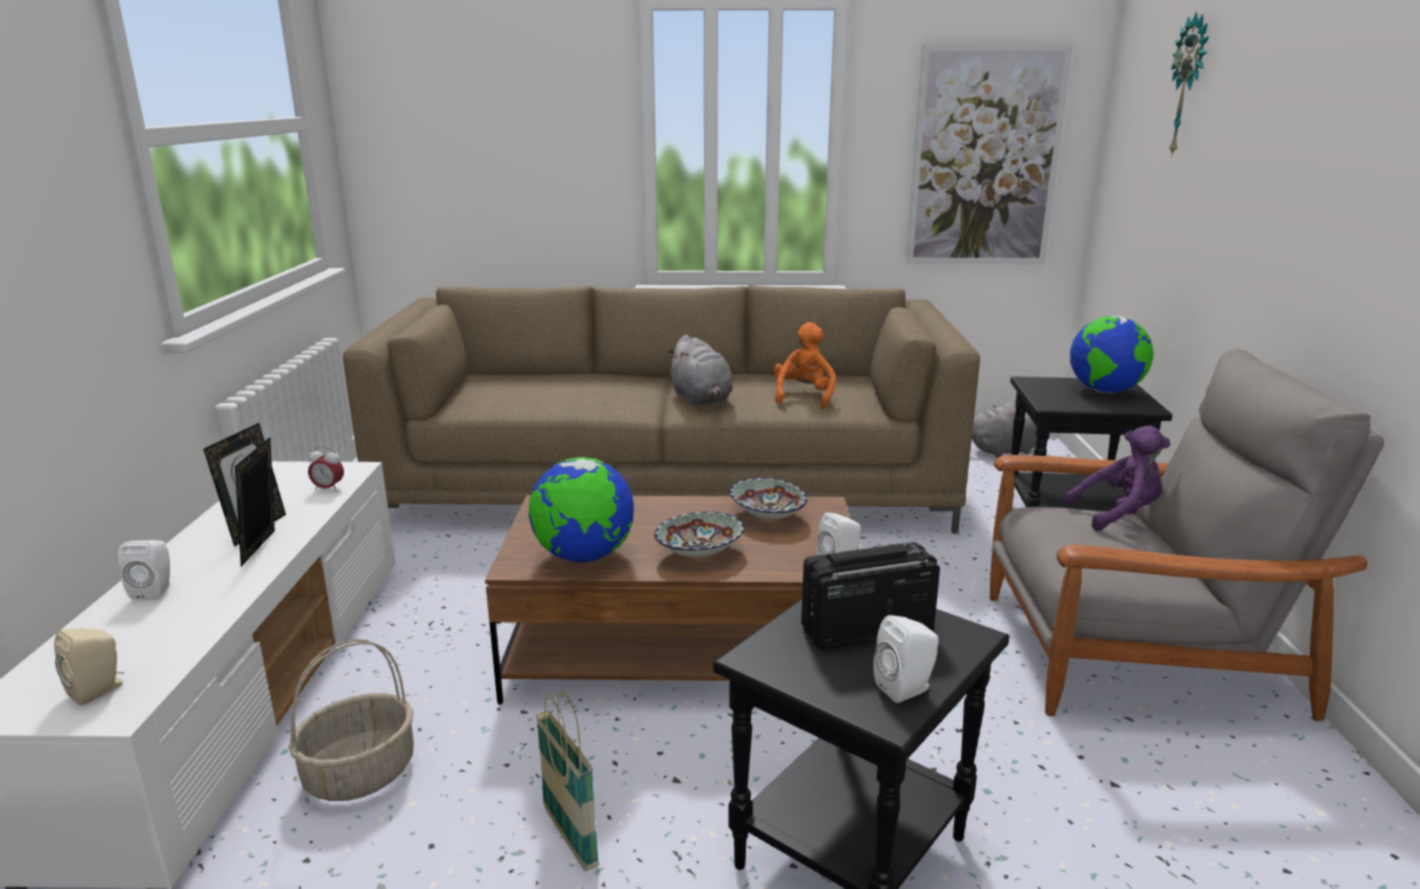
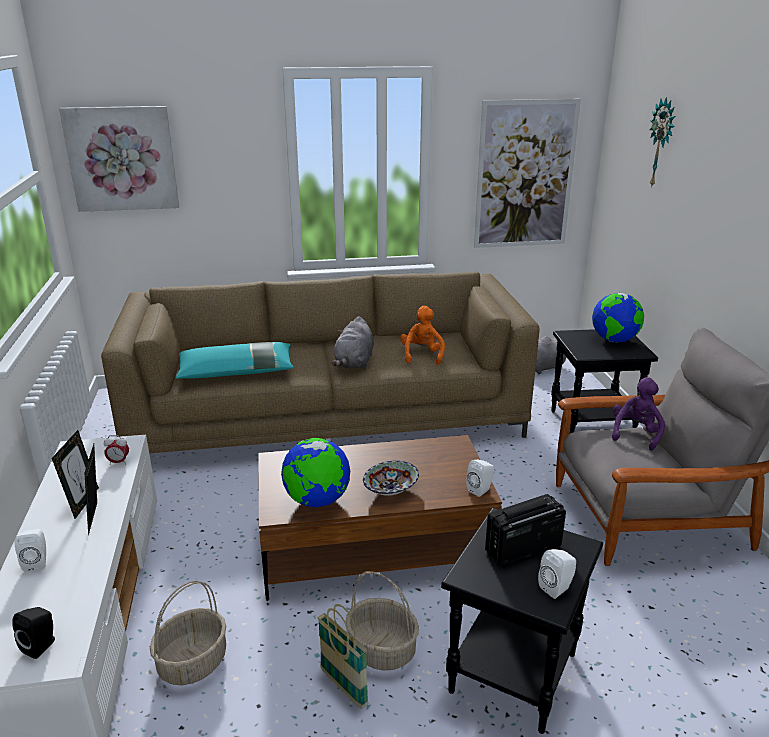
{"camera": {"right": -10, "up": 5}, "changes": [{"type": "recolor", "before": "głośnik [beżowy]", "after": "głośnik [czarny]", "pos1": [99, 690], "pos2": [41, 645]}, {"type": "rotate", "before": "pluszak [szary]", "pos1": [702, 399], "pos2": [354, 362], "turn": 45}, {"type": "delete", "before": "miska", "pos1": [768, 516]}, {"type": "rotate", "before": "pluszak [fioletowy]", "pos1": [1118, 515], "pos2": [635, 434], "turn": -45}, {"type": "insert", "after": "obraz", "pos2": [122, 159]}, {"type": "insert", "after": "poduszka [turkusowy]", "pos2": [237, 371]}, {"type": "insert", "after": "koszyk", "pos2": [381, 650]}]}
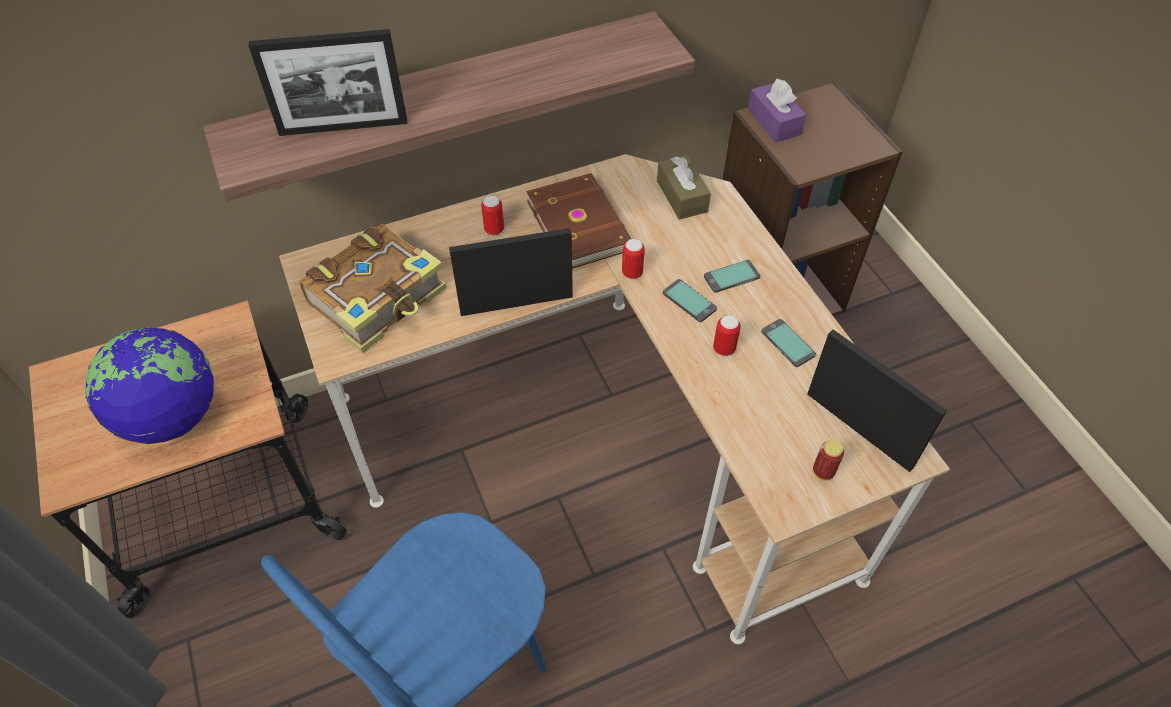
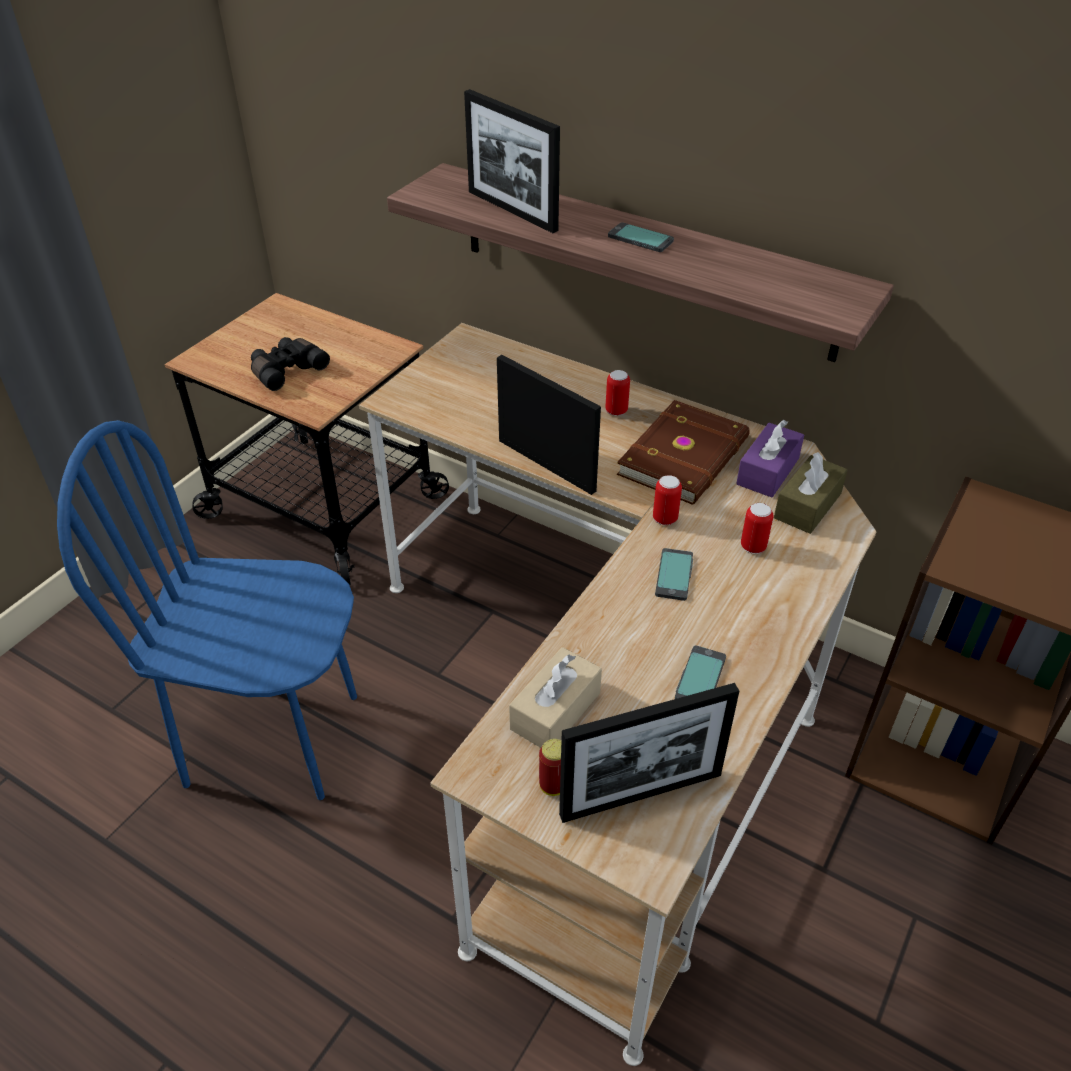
{"camera": {"right": 55, "up": -10}, "changes": [{"type": "replace", "before": "globus", "after": "lornetka [czarny]", "pos1": [172, 417], "pos2": [286, 370]}, {"type": "delete", "before": "książka", "pos1": [379, 298]}, {"type": "move", "before": "telefon", "pos1": [731, 277], "pos2": [640, 239]}, {"type": "move", "before": "puszka", "pos1": [724, 349], "pos2": [753, 547]}, {"type": "move", "before": "pudełko chusteczek [fioletowy]", "pos1": [774, 122], "pos2": [768, 471]}, {"type": "rotate", "before": "ramka na zdjęcie", "pos1": [859, 430], "pos2": [641, 794], "turn": 60}, {"type": "insert", "after": "pudełko chusteczek [beżowy]", "pos2": [555, 711]}]}
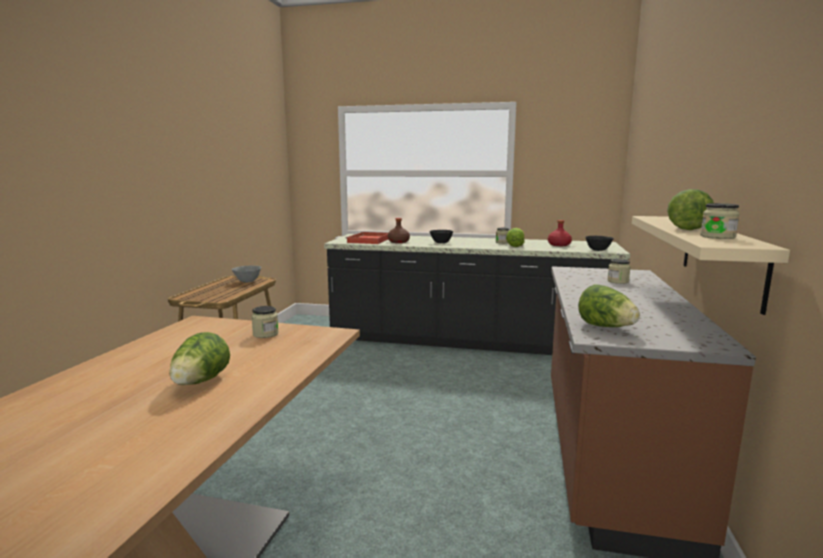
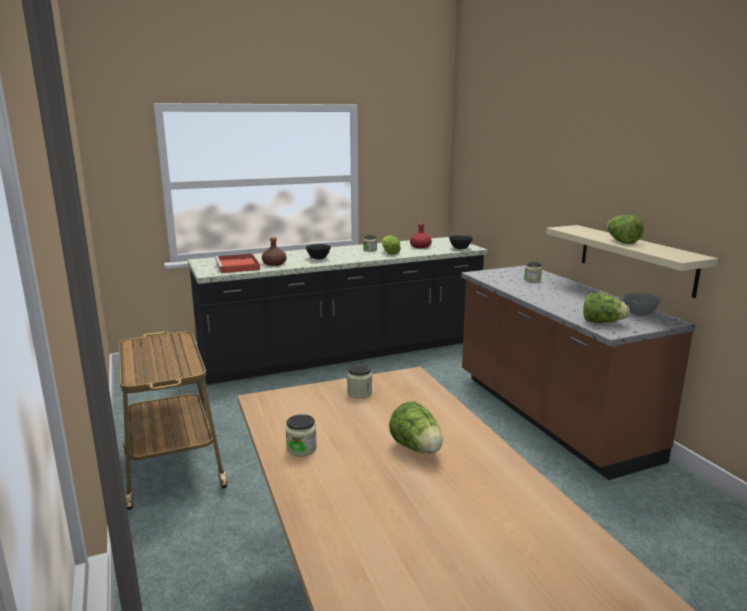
{"camera": {"right": -35, "up": 5}, "changes": [{"type": "move", "before": "miska [szary]", "pos1": [247, 282], "pos2": [639, 314]}, {"type": "move", "before": "słoik", "pos1": [717, 237], "pos2": [301, 449]}]}
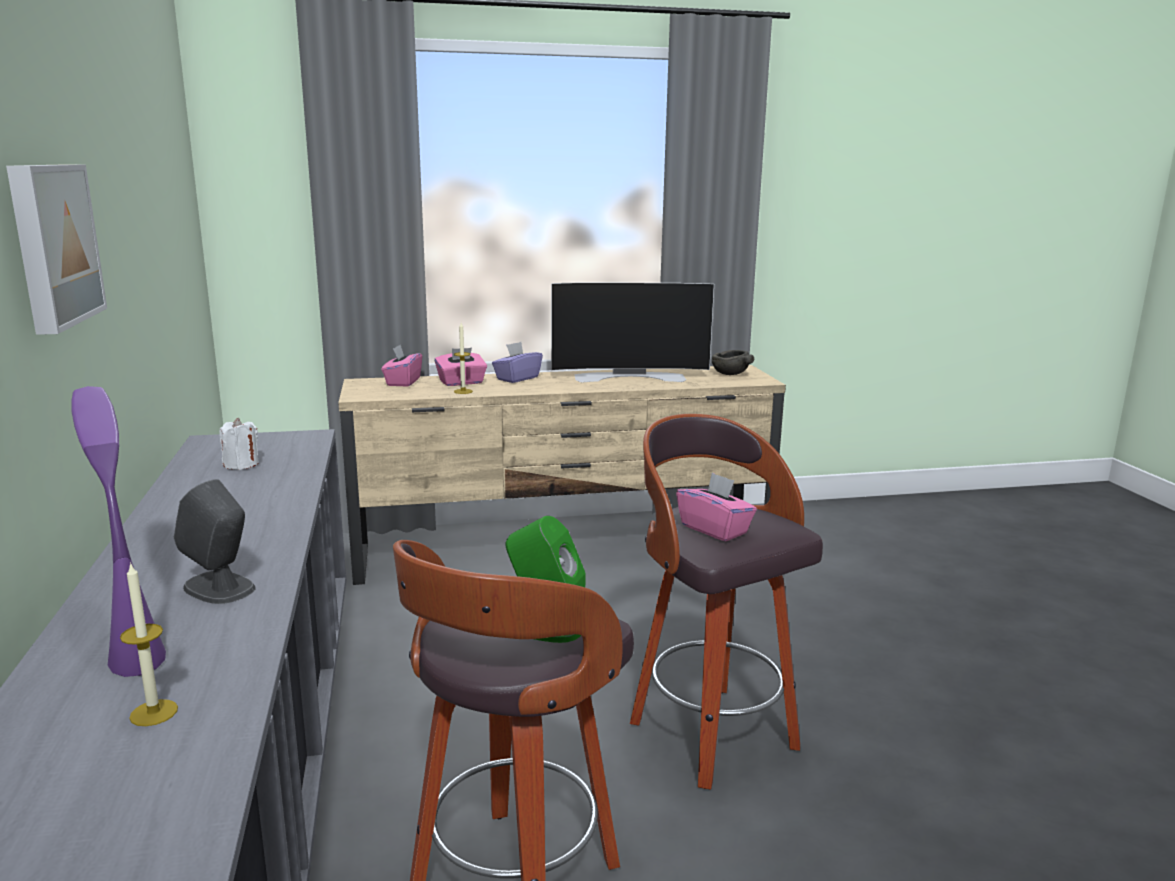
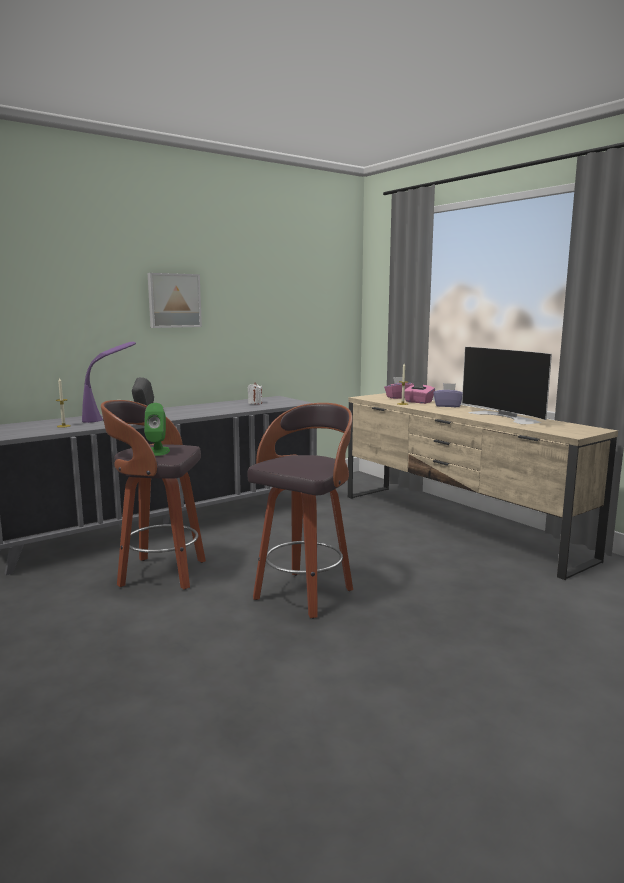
{"camera": {"right": 65, "up": -5}, "changes": [{"type": "delete", "before": "pudełko chusteczek [różowy]", "pos1": [715, 529]}, {"type": "delete", "before": "miska [szary]", "pos1": [730, 374]}]}
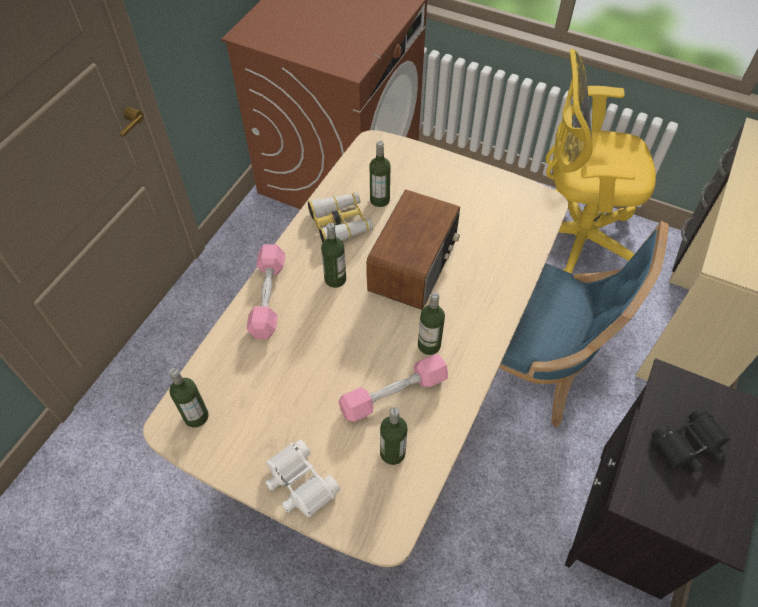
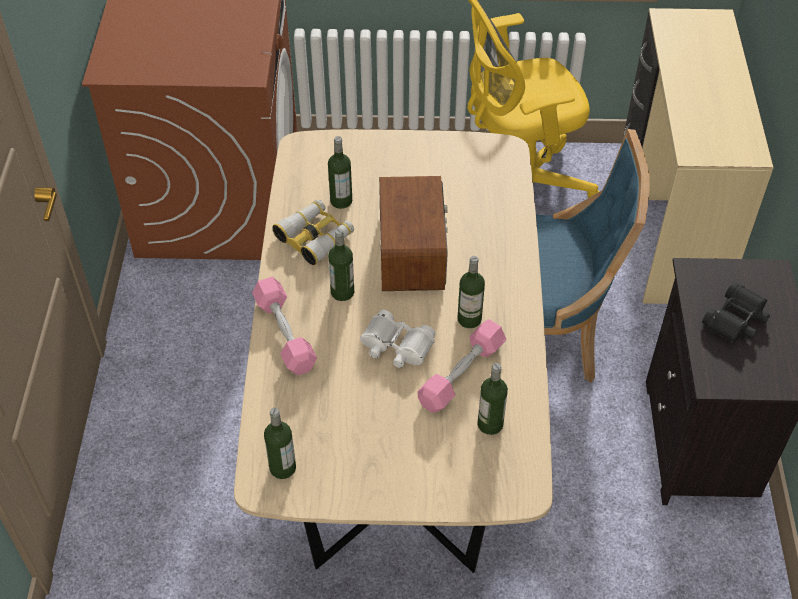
{"camera": {"right": -25, "up": -5}, "changes": [{"type": "move", "before": "lornetka [biały]", "pos1": [299, 483], "pos2": [396, 346]}]}
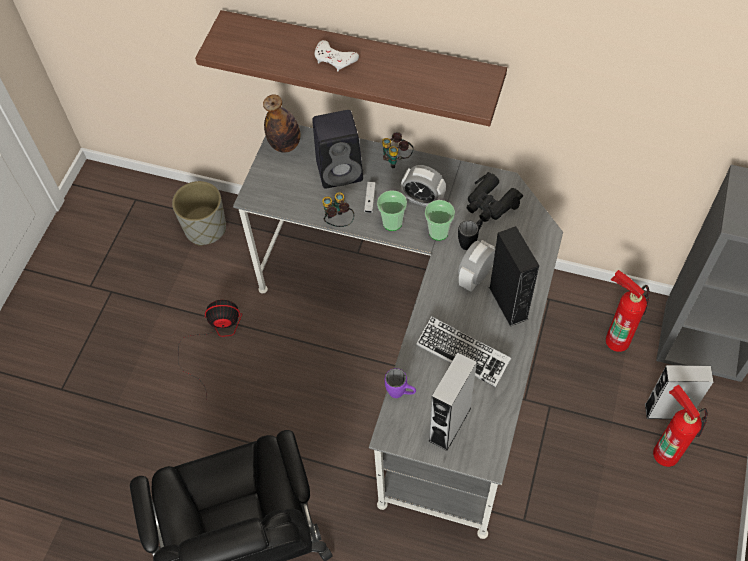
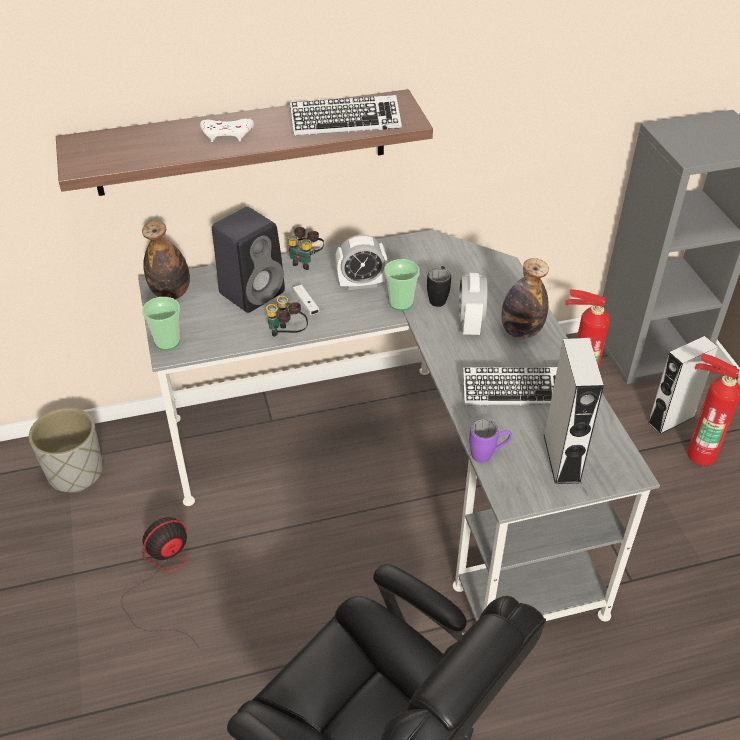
{"camera": {"right": -35, "up": -15}, "changes": [{"type": "move", "before": "filiżanka", "pos1": [392, 223], "pos2": [167, 342]}, {"type": "delete", "before": "lornetka [czarny]", "pos1": [490, 203]}, {"type": "replace", "before": "głośnik [czarny]", "after": "butelka", "pos1": [508, 303], "pos2": [521, 331]}, {"type": "insert", "after": "klawiatura", "pos2": [345, 122]}]}
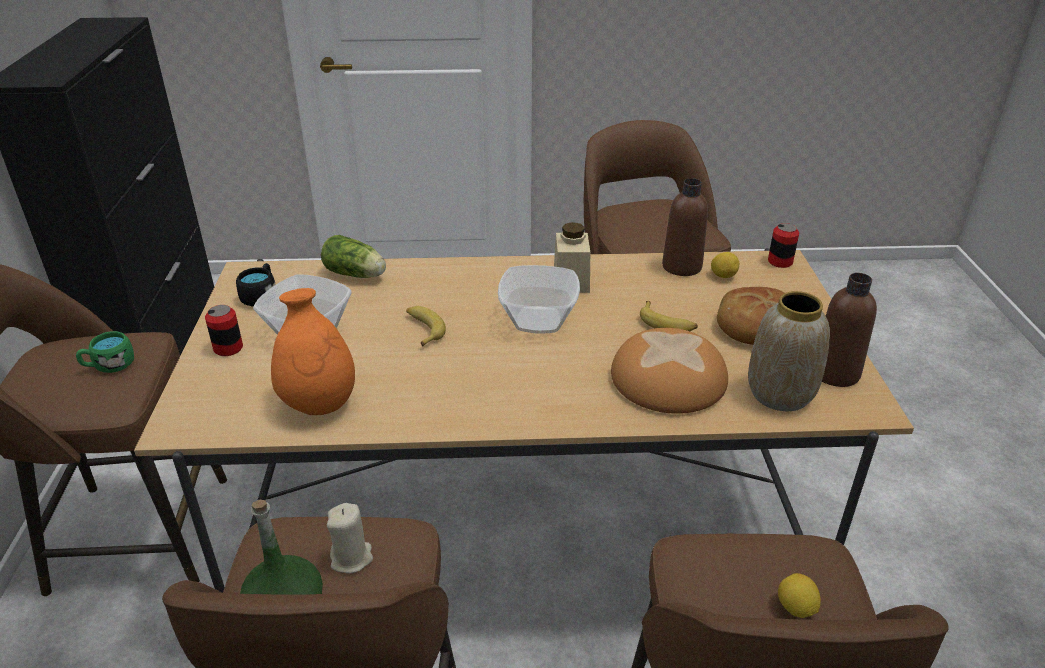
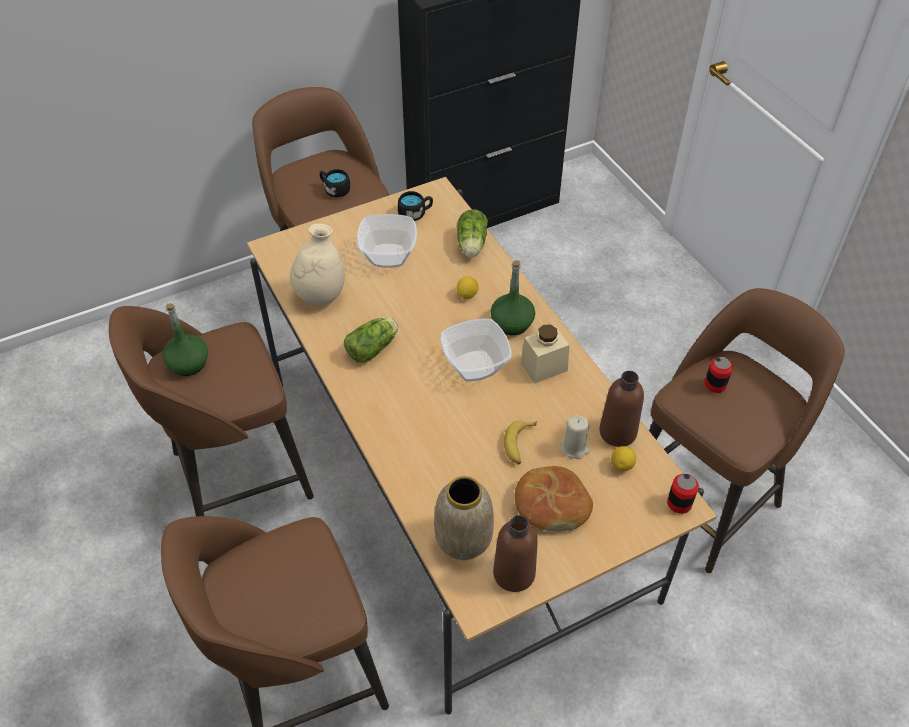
{"camera": {"right": 65, "up": 15}, "changes": [{"type": "recolor", "before": "kubek [zielony]", "after": "kubek [czarny]", "pos1": [109, 365], "pos2": [334, 189]}, {"type": "move", "before": "puszka", "pos1": [228, 348], "pos2": [715, 385]}, {"type": "recolor", "before": "wazon [pomarańczowy]", "after": "wazon [beżowy]", "pos1": [319, 404], "pos2": [320, 296]}, {"type": "move", "before": "świeca [beżowy]", "pos1": [352, 558], "pos2": [574, 448]}, {"type": "delete", "before": "banan", "pos1": [423, 329]}, {"type": "delete", "before": "chleb", "pos1": [667, 379]}, {"type": "move", "before": "cytryna", "pos1": [795, 608], "pos2": [467, 295]}, {"type": "insert", "after": "sałata", "pos2": [374, 347]}, {"type": "insert", "after": "butelka [zielony]", "pos2": [511, 323]}]}
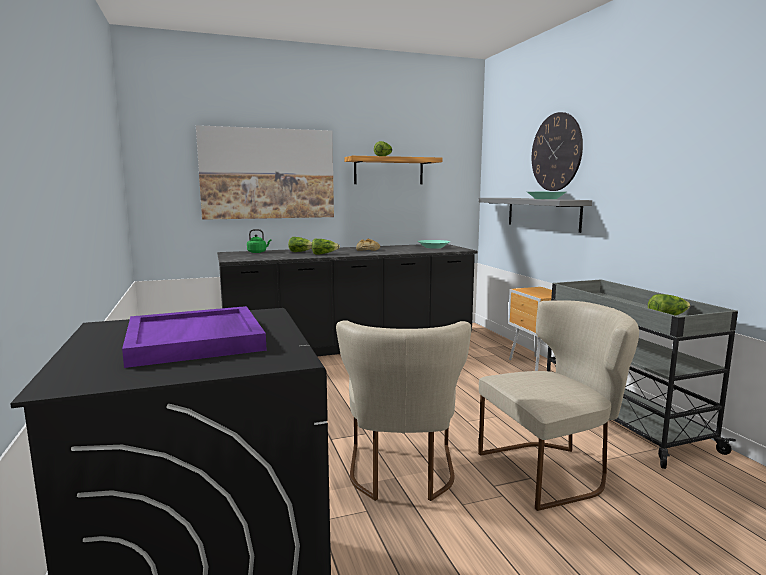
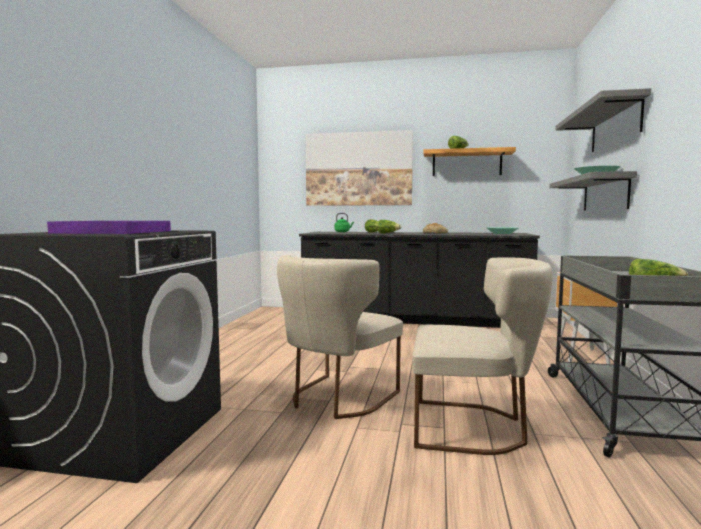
{"camera": {"right": 30, "up": -5}, "changes": [{"type": "replace", "before": "zegar ścienny", "after": "półka [szary]", "pos1": [556, 152], "pos2": [615, 126]}]}
